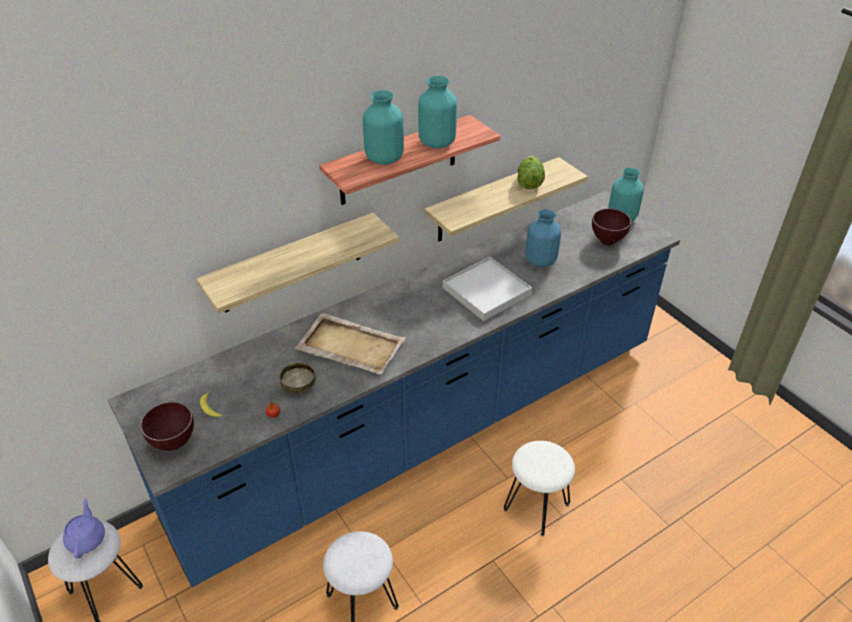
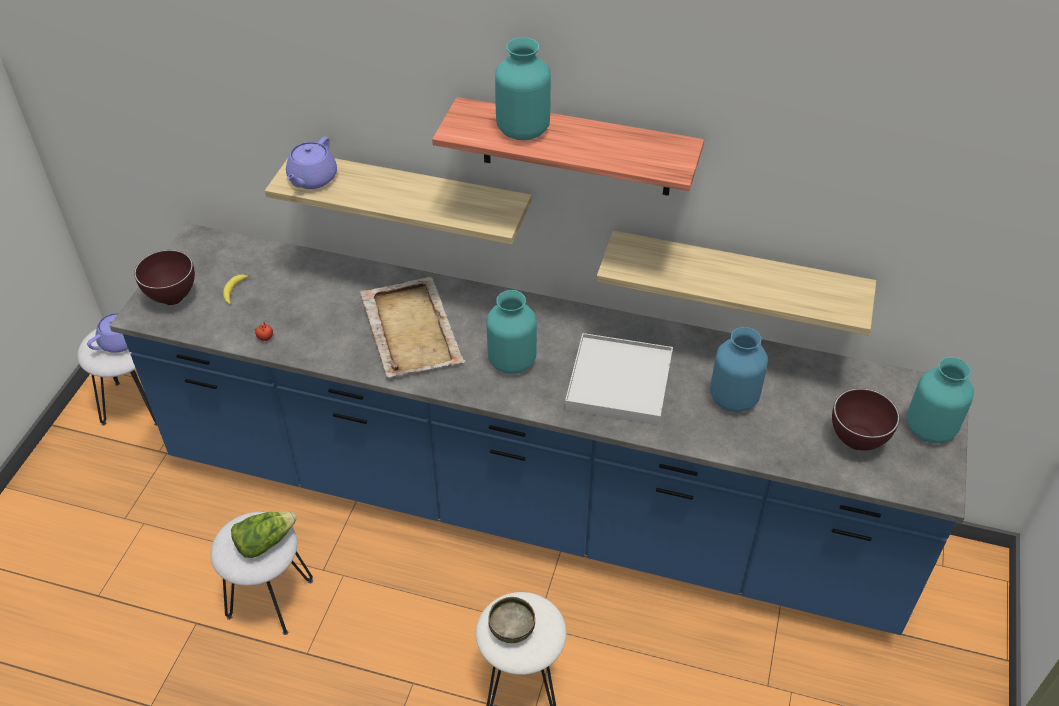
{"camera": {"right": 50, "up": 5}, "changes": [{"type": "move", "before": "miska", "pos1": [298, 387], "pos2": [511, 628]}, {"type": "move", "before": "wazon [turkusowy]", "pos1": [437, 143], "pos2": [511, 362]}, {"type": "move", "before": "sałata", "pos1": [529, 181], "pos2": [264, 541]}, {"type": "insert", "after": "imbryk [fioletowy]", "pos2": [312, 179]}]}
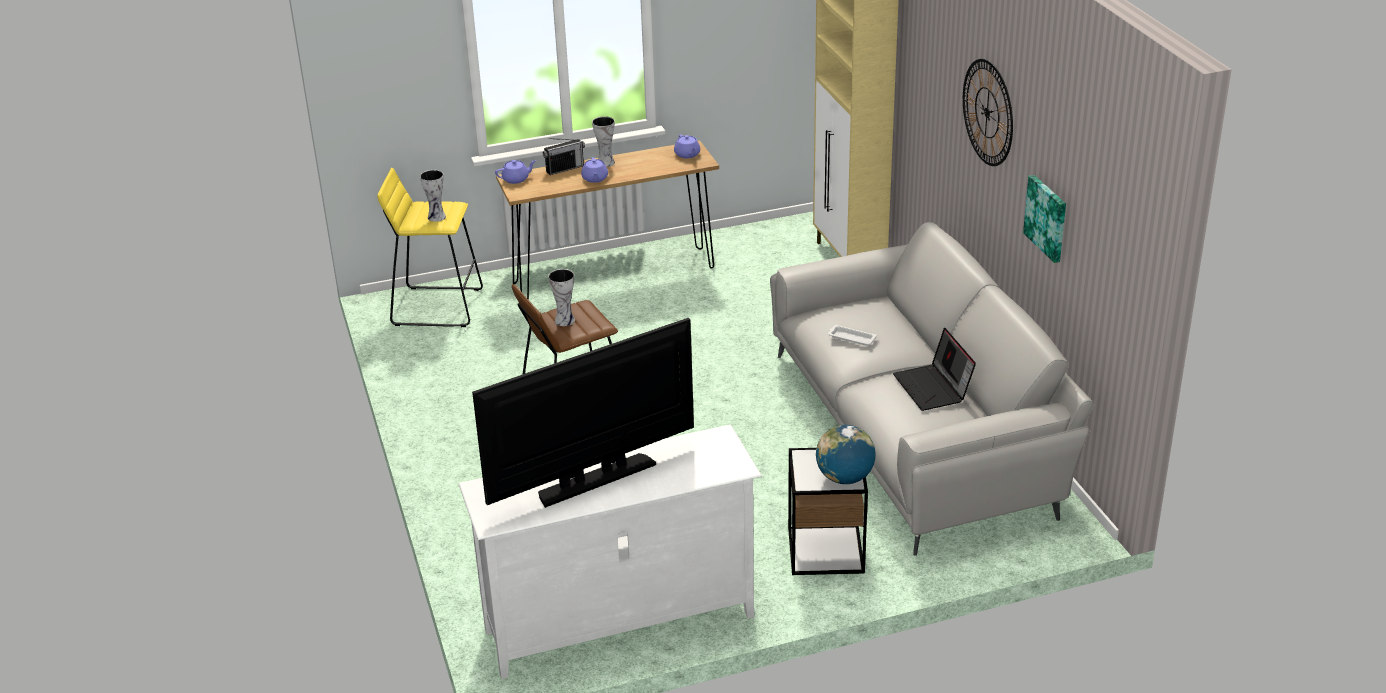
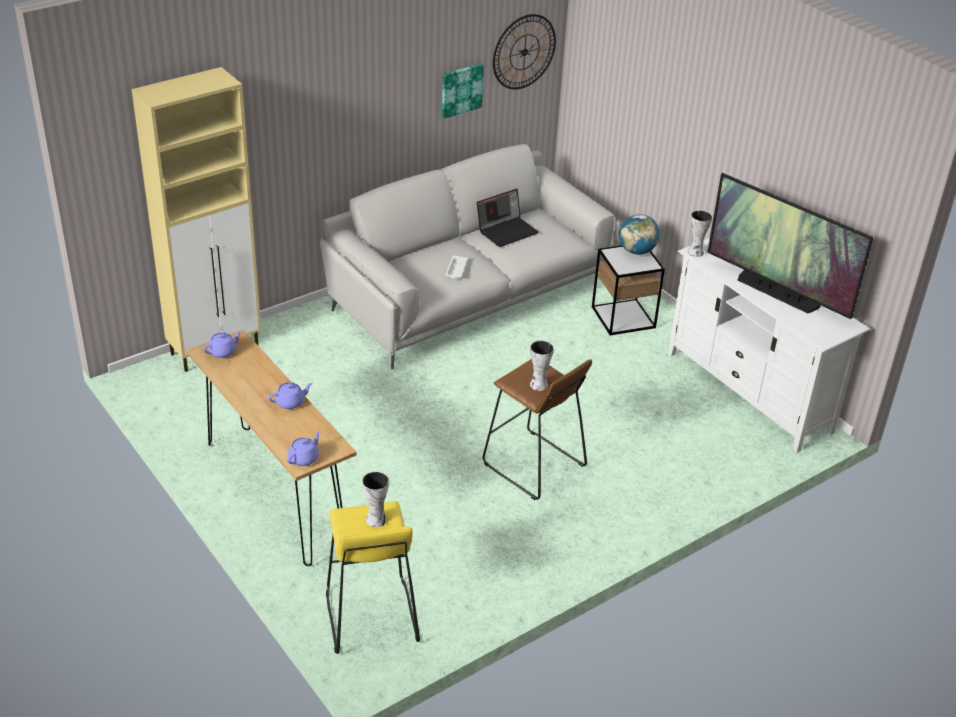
{"camera": {"right": -110, "up": 5}, "changes": [{"type": "rotate", "before": "imbryk [fioletowy]", "pos1": [516, 179], "pos2": [304, 458], "turn": 75}, {"type": "delete", "before": "radio", "pos1": [564, 168]}, {"type": "move", "before": "wazon", "pos1": [605, 162], "pos2": [695, 252]}, {"type": "move", "before": "zegar ścienny", "pos1": [987, 112], "pos2": [524, 52]}]}
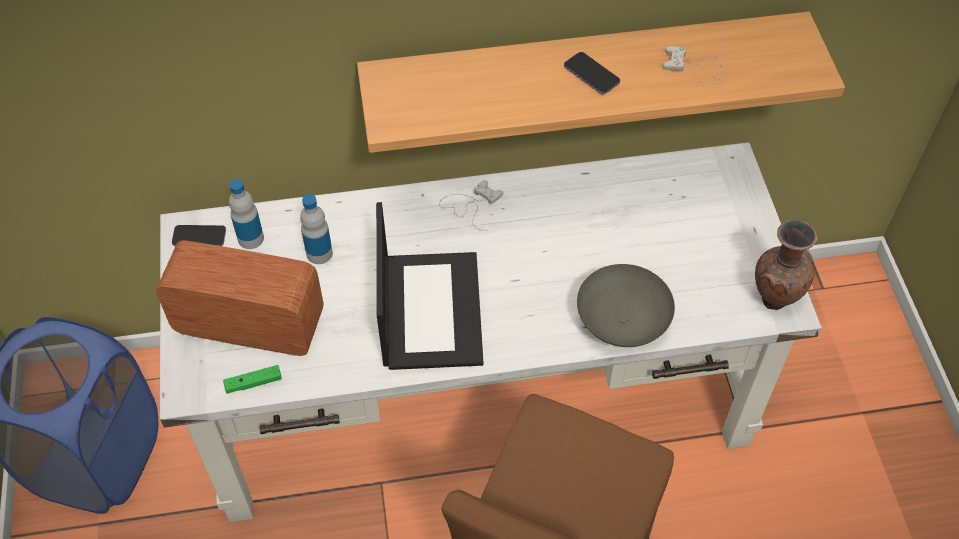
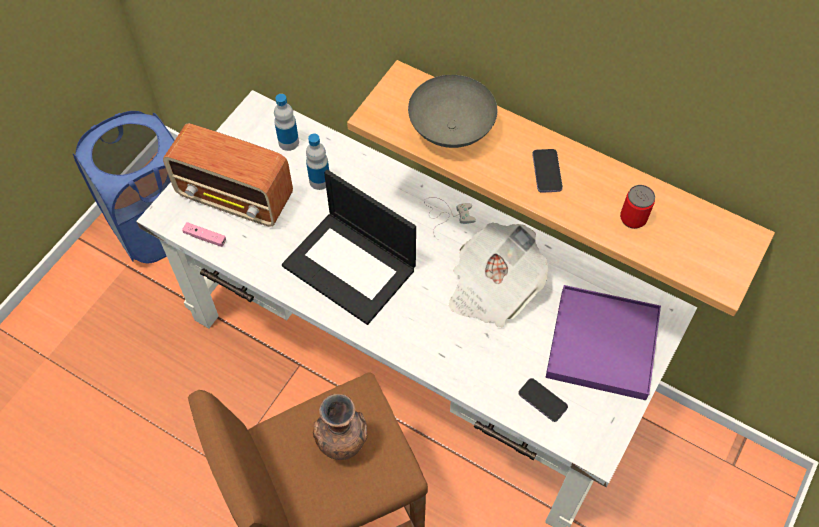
{"camera": {"right": 40, "up": 5}, "changes": [{"type": "rotate", "before": "radio", "pos1": [248, 324], "pos2": [236, 197], "turn": 150}, {"type": "move", "before": "telefon", "pos1": [199, 237], "pos2": [542, 400]}, {"type": "recolor", "before": "pad do gier [zielony]", "after": "pad do gier [różowy]", "pos1": [253, 383], "pos2": [205, 237]}, {"type": "rotate", "before": "laptop", "pos1": [429, 309], "pos2": [351, 267], "turn": 90}, {"type": "move", "before": "miska [szary]", "pos1": [622, 324], "pos2": [451, 130]}, {"type": "replace", "before": "pad do gier [biały]", "after": "puszka", "pos1": [698, 68], "pos2": [633, 218]}, {"type": "move", "before": "wazon [brązowy]", "pos1": [773, 298], "pos2": [343, 445]}, {"type": "insert", "after": "gazeta", "pos2": [492, 288]}, {"type": "insert", "after": "taca [fioletowy]", "pos2": [602, 344]}]}
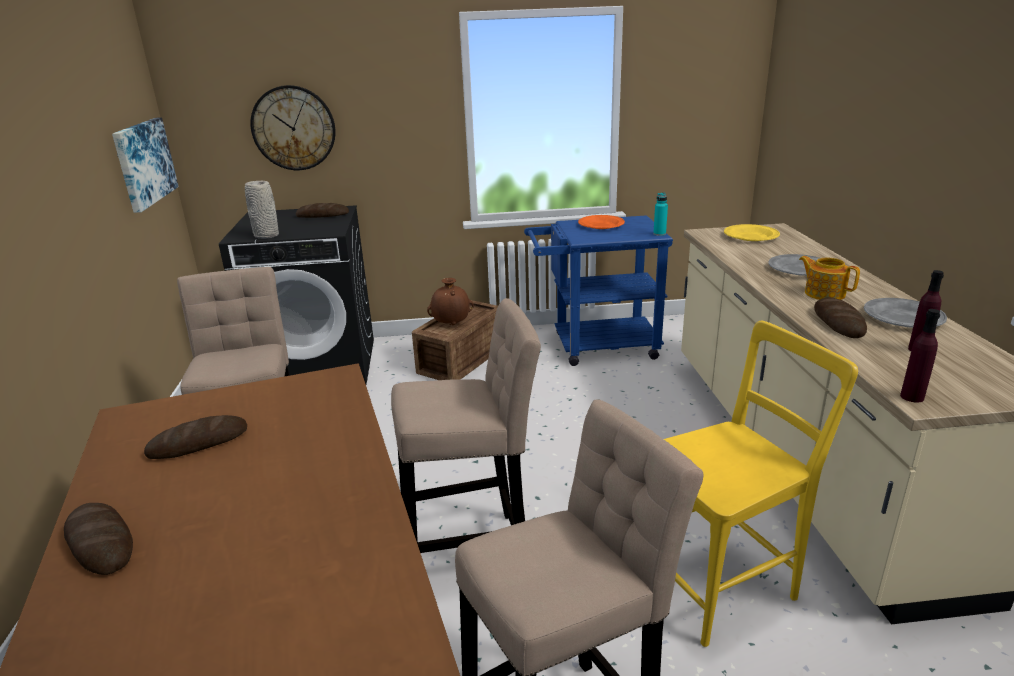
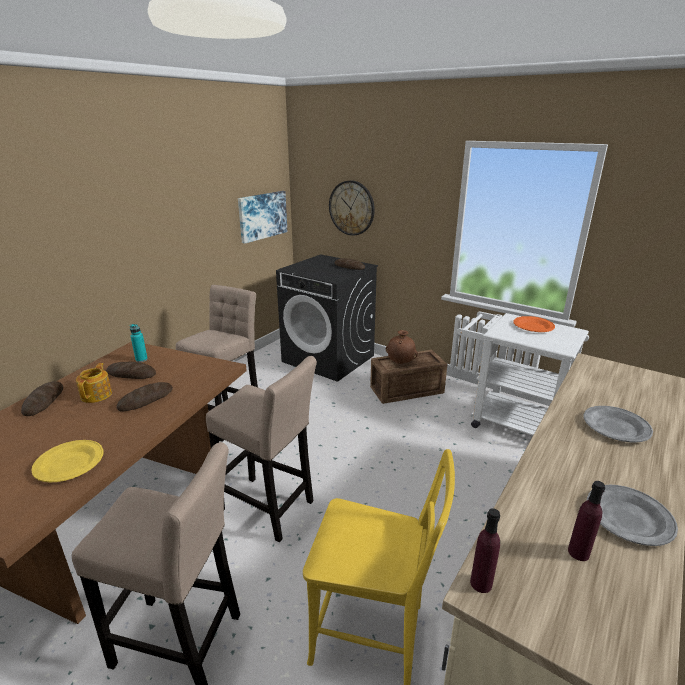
{"camera": {"right": 40, "up": 0}, "changes": [{"type": "delete", "before": "wazon [szary]", "pos1": [266, 235]}, {"type": "recolor", "before": "wózek [niebieski]", "after": "wózek [biały]", "pos1": [595, 346], "pos2": [508, 421]}, {"type": "move", "before": "butelka [turkusowy]", "pos1": [659, 234], "pos2": [141, 359]}, {"type": "move", "before": "talerz [żółty]", "pos1": [751, 236], "pos2": [69, 464]}, {"type": "move", "before": "imbryk", "pos1": [824, 293], "pos2": [97, 395]}, {"type": "move", "before": "chleb", "pos1": [838, 322], "pos2": [146, 399]}]}
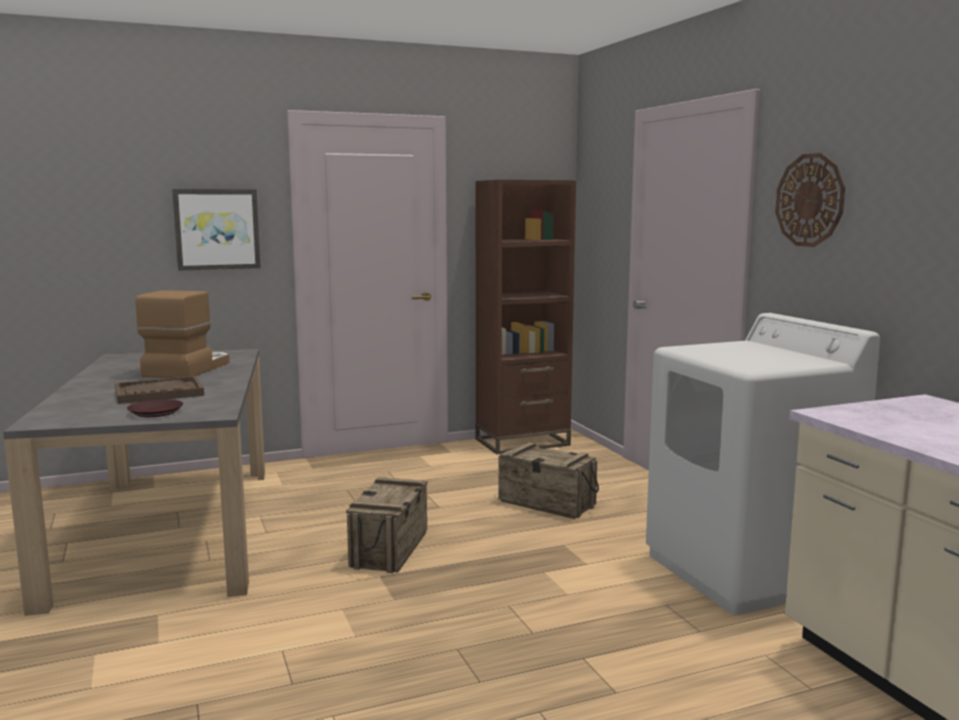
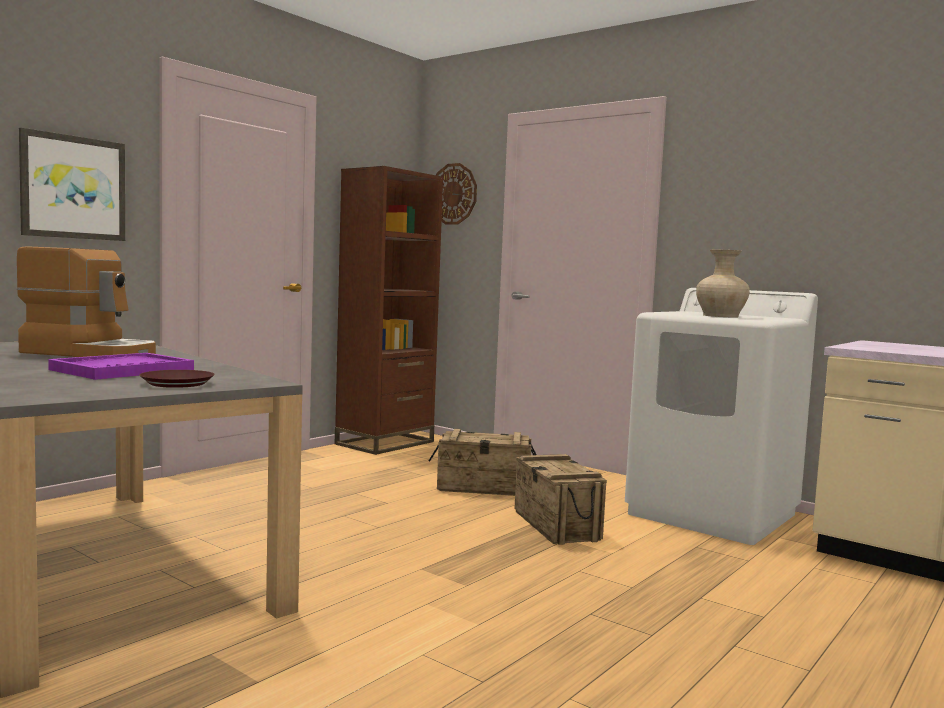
{"camera": {"right": -30, "up": -5}, "changes": [{"type": "recolor", "before": "taca [brązowy]", "after": "taca [fioletowy]", "pos1": [159, 393], "pos2": [122, 370]}, {"type": "rotate", "before": "ekspres do kawy", "pos1": [186, 369], "pos2": [91, 353], "turn": 120}, {"type": "move", "before": "skrzynka", "pos1": [390, 549], "pos2": [557, 525]}, {"type": "move", "before": "zegar ścienny", "pos1": [810, 200], "pos2": [453, 194]}, {"type": "insert", "after": "wazon [beżowy]", "pos2": [720, 316]}]}
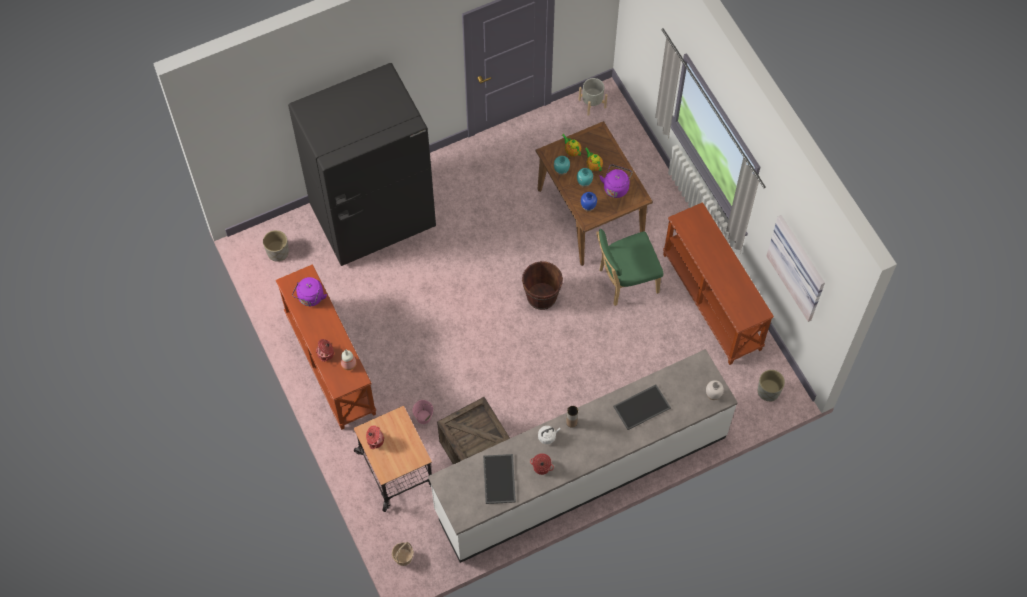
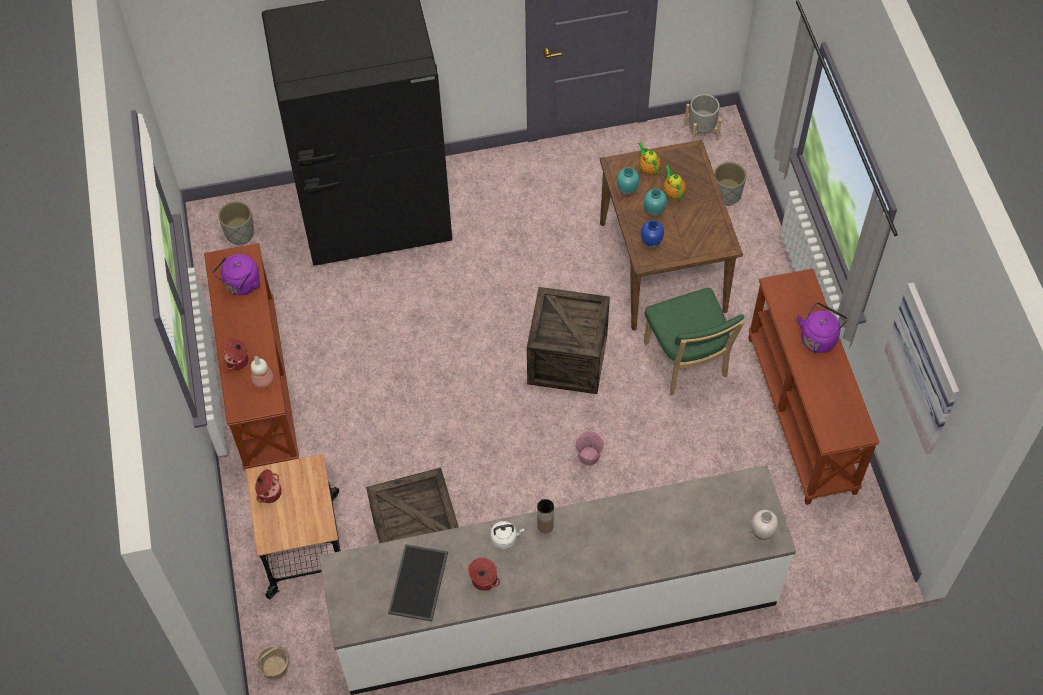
{"camera": {"right": 15, "up": -5}, "changes": [{"type": "move", "before": "wiadro [różowy]", "pos1": [423, 417], "pos2": [588, 456]}, {"type": "replace", "before": "wiadro [brązowy]", "after": "skrzynka", "pos1": [541, 296], "pos2": [567, 359]}, {"type": "rotate", "before": "krzesło [zielony]", "pos1": [625, 281], "pos2": [687, 363], "turn": -105}, {"type": "move", "before": "czajnik [fioletowy]", "pos1": [616, 187], "pos2": [819, 337]}, {"type": "delete", "before": "taca", "pos1": [642, 406]}, {"type": "move", "before": "donica [szary]", "pos1": [768, 391], "pos2": [727, 194]}]}
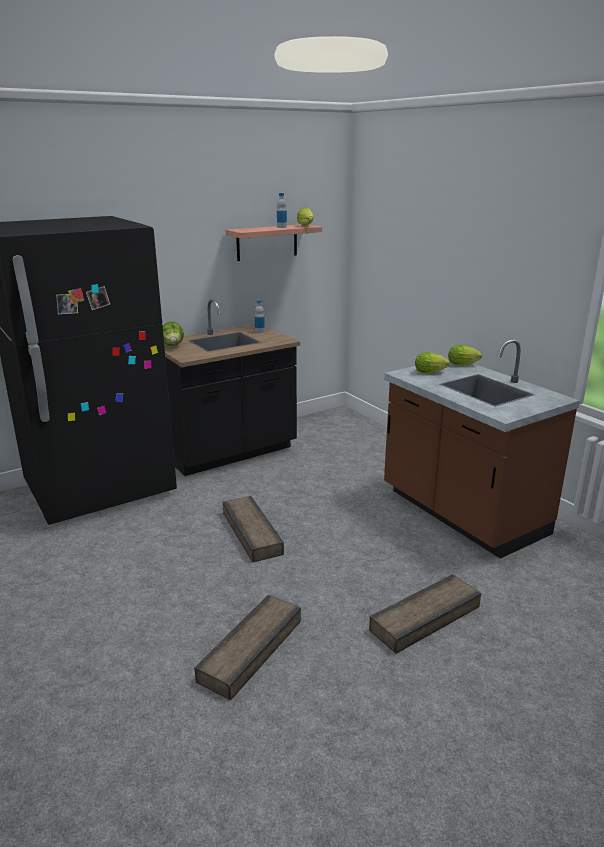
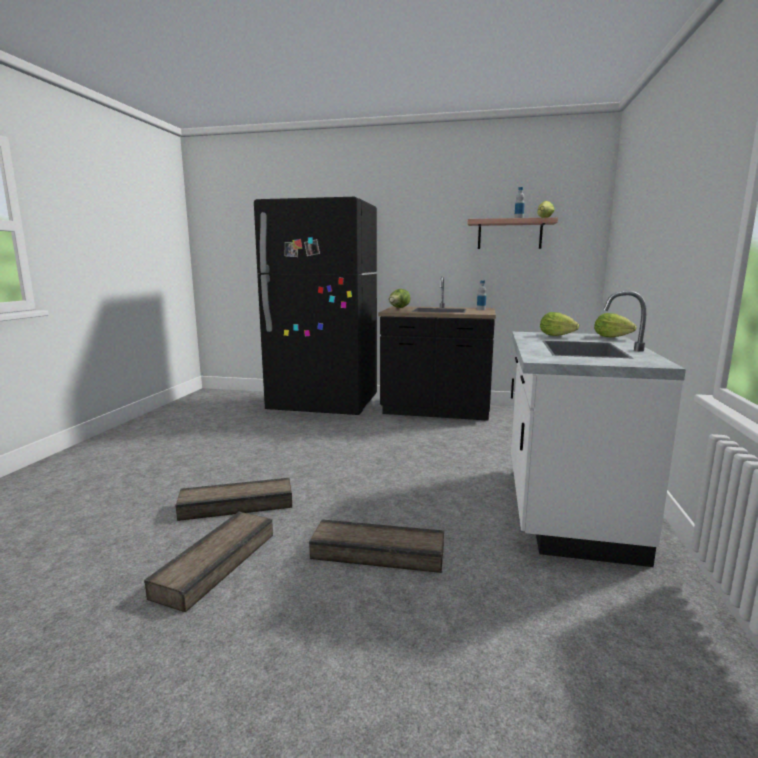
{"camera": {"right": 45, "up": -10}, "changes": [{"type": "move", "before": "skrzynka", "pos1": [253, 532], "pos2": [218, 564]}, {"type": "recolor", "before": "zabudowa kuchenna [brązowy]", "after": "zabudowa kuchenna [biały]", "pos1": [462, 513], "pos2": [565, 508]}]}
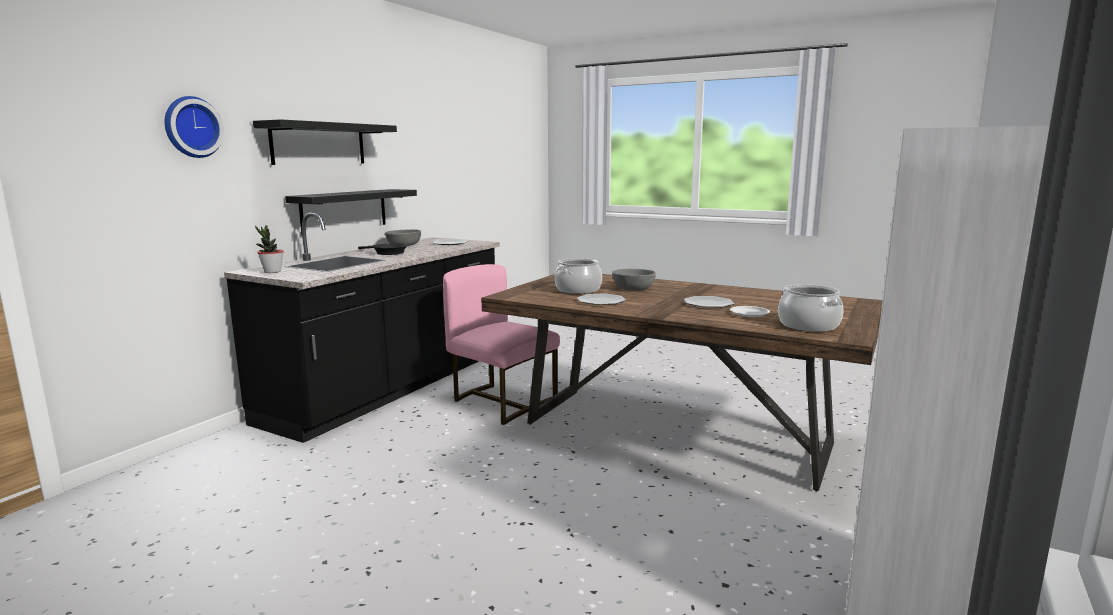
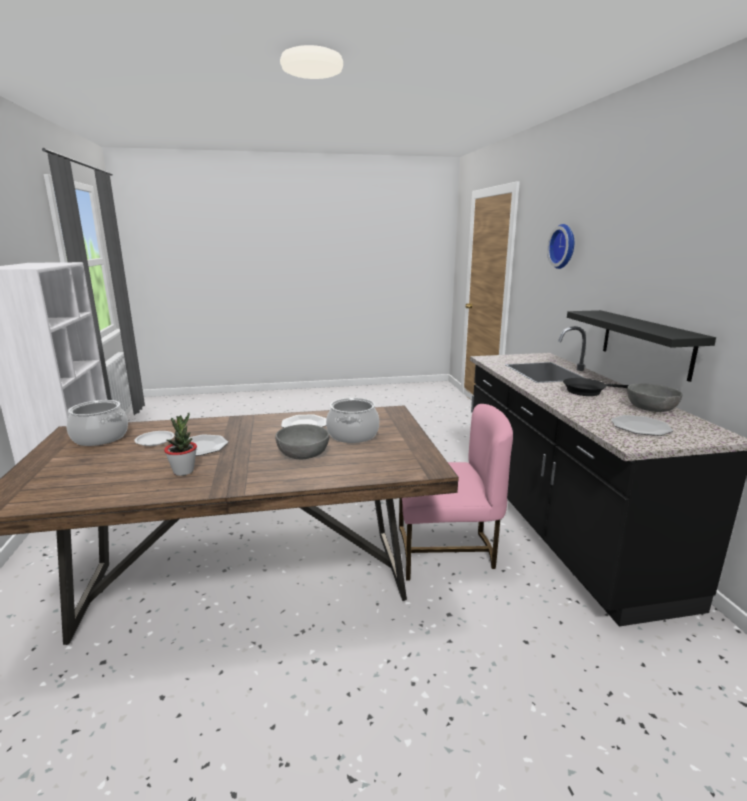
{"camera": {"right": 140, "up": 5}, "changes": [{"type": "delete", "before": "półka [czarny]", "pos1": [319, 144]}, {"type": "move", "before": "roślina doniczkowa", "pos1": [272, 271], "pos2": [184, 471]}]}
